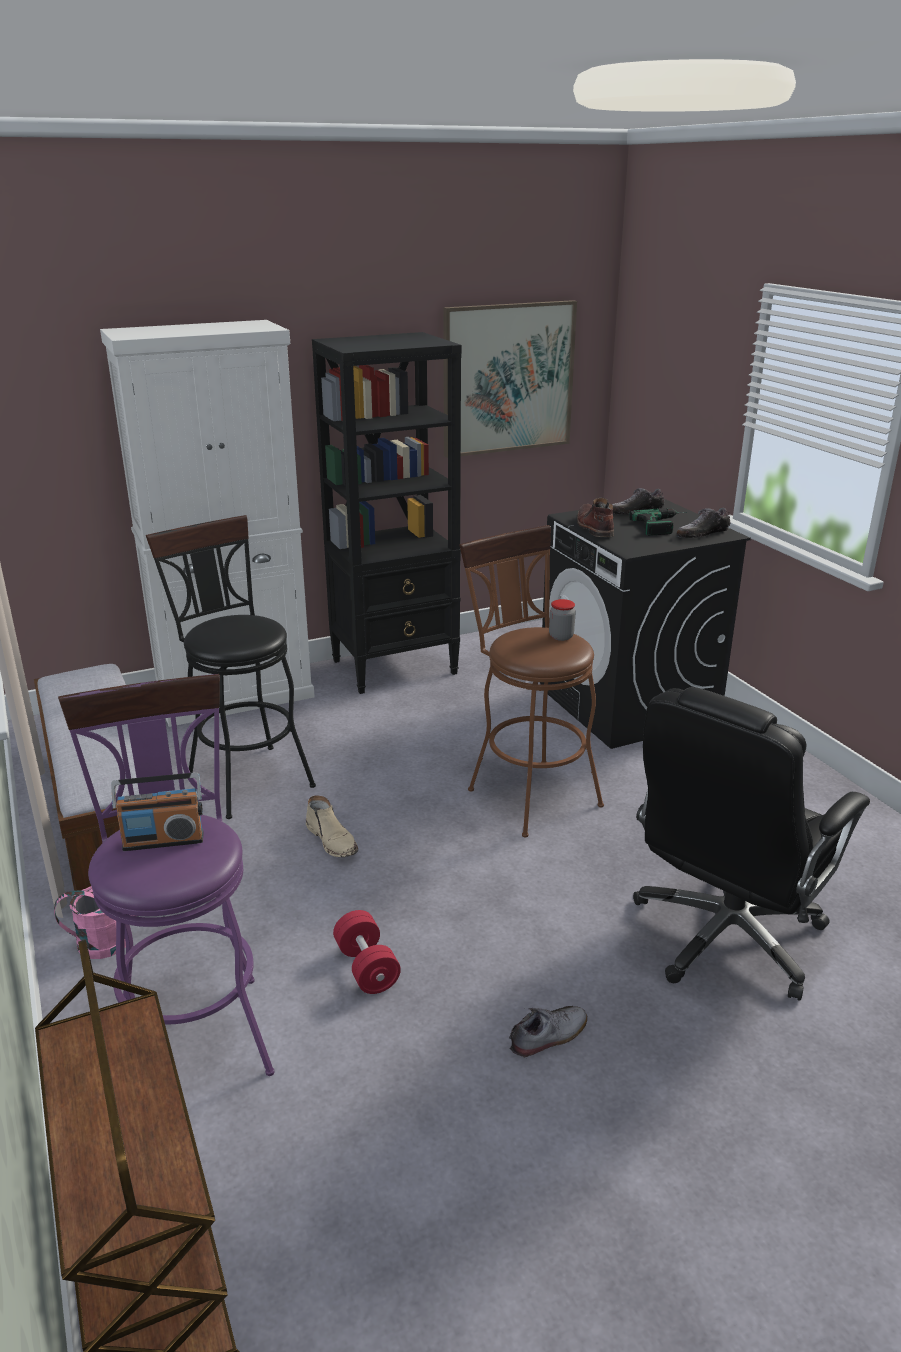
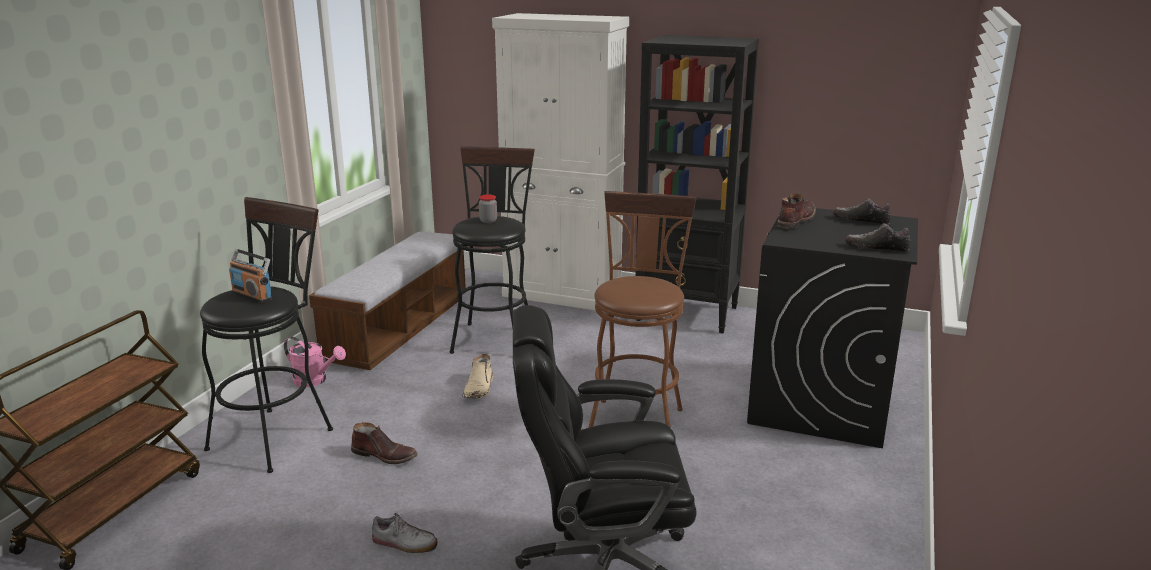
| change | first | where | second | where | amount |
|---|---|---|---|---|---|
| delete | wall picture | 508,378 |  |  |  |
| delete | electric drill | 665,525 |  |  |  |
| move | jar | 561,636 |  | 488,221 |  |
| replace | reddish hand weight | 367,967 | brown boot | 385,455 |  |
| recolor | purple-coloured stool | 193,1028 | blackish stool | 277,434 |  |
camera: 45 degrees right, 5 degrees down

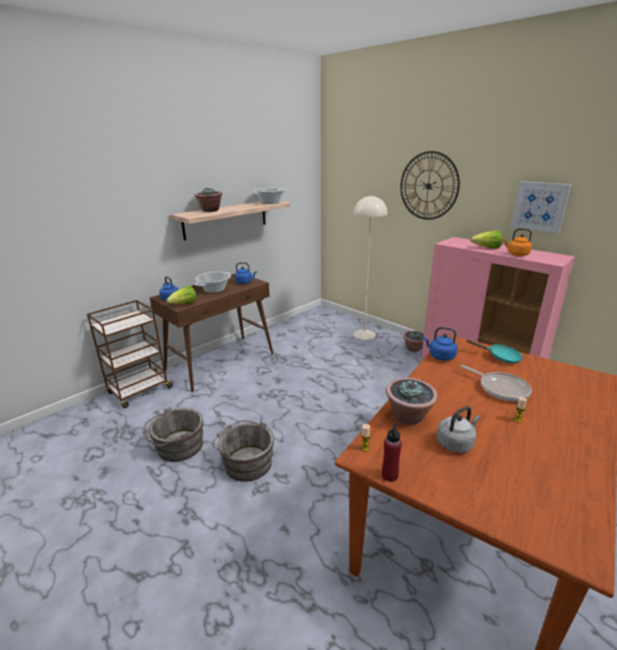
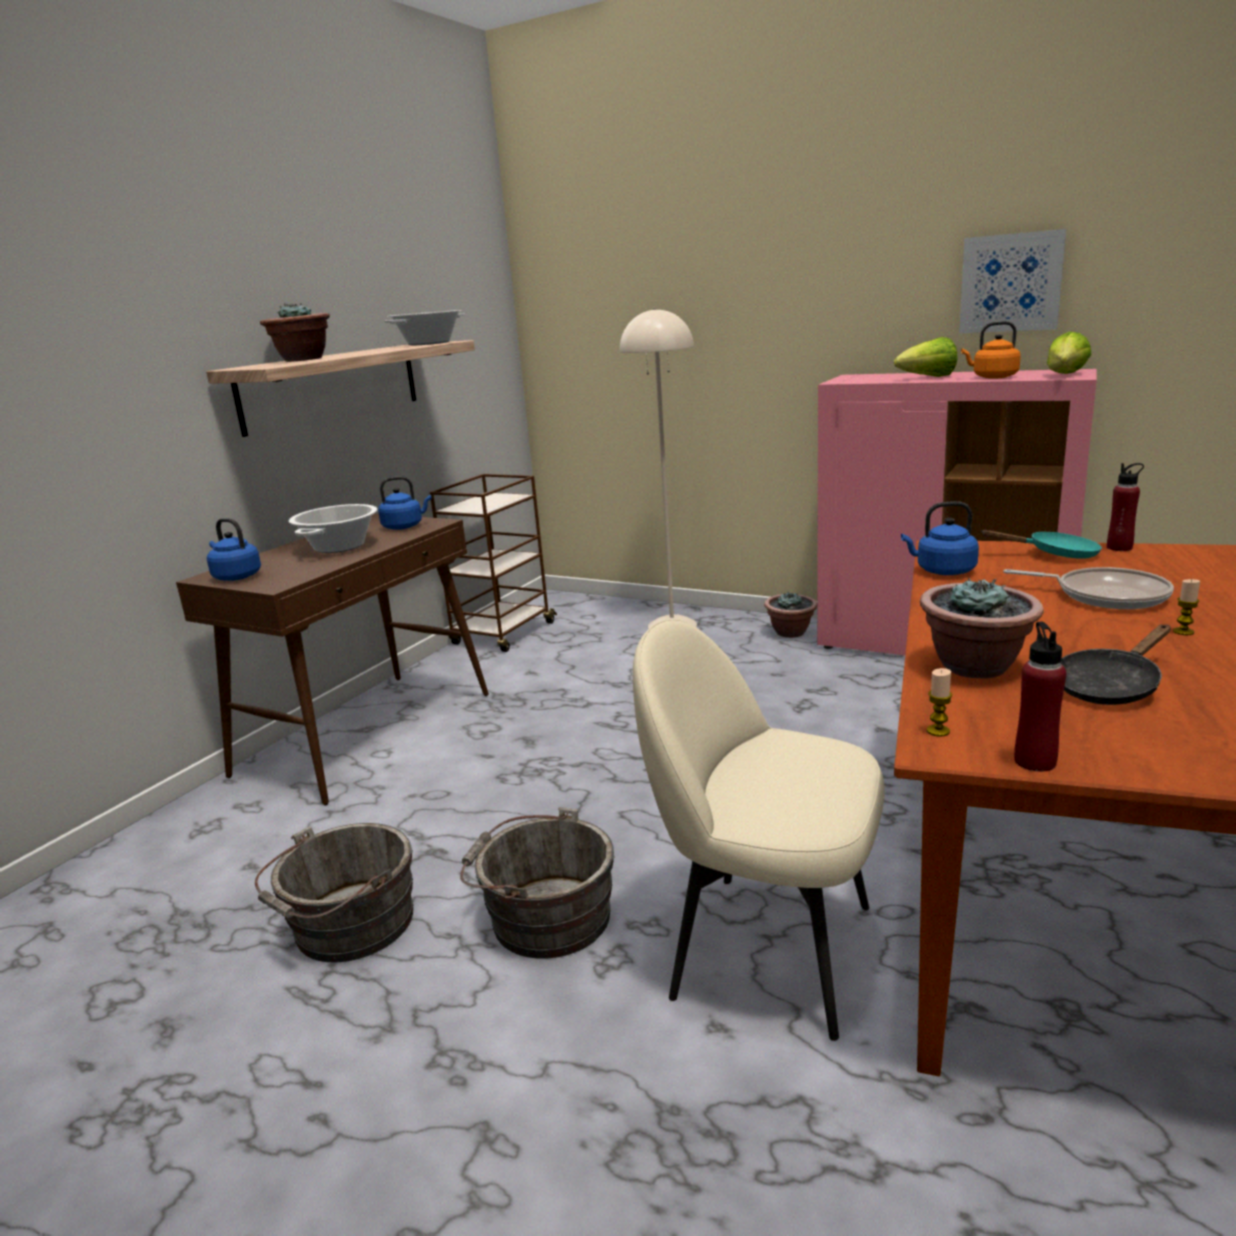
| change | first | where | second | where | amount |
|---|---|---|---|---|---|
| delete | wall clock | 428,186 |  |  |  |
| insert |  |  | sand-coloured plain chair | 766,948 |  |
| insert |  |  | reddish drink bottle | 1119,548 |  |
| move | brown cart | 139,391 |  | 503,634 |  |
| move | lettuce | 184,304 |  | 1065,375 |  |
| replace | grey water kettle | 456,443 | blackish frying pan | 1110,686 |  |
camera: 15 degrees left, 5 degrees down

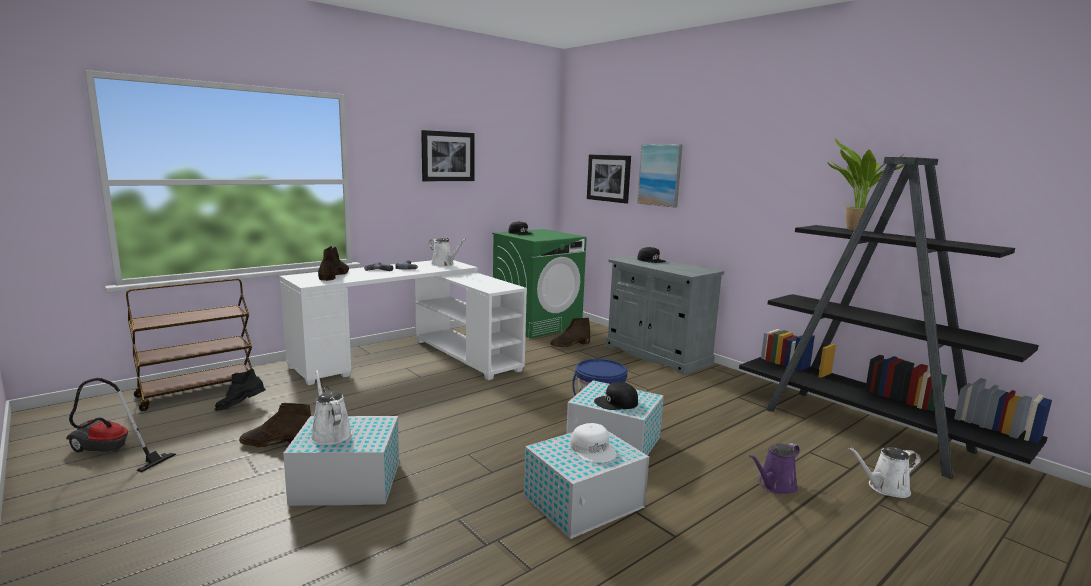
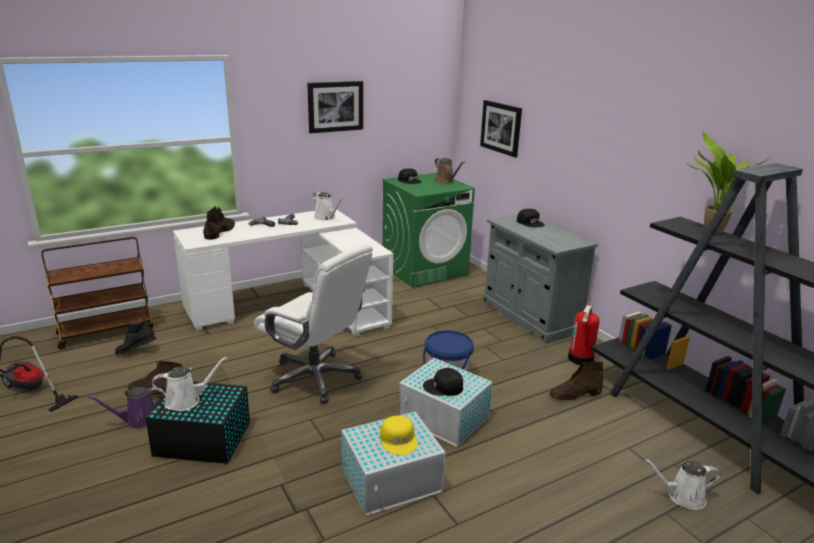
| change | first | where | second | where | amount |
|---|---|---|---|---|---|
| delete | wall picture | 660,175 |  |  |  |
| insert |  |  | whitish office chair | 315,378 |  |
| insert |  |  | brown watering can | 446,181 |  |
| insert |  |  | fire-fighting cylinder | 581,359 |  |
| move | brown boot | 569,344 |  | 574,394 |  |
| move | purple-coloured watering can | 775,485 |  | 138,420 |  |
| recolor | whitish storage container | 345,483 | blackish storage container | 201,438 |  |
| recolor | whitish baseball cap | 593,449 | yellow-coloured baseball cap | 399,439 |  |
| rotate | whitish watering can | 330,433 |  | 186,400 | 90 degrees clockwise |
camera: 10 degrees right, 10 degrees up

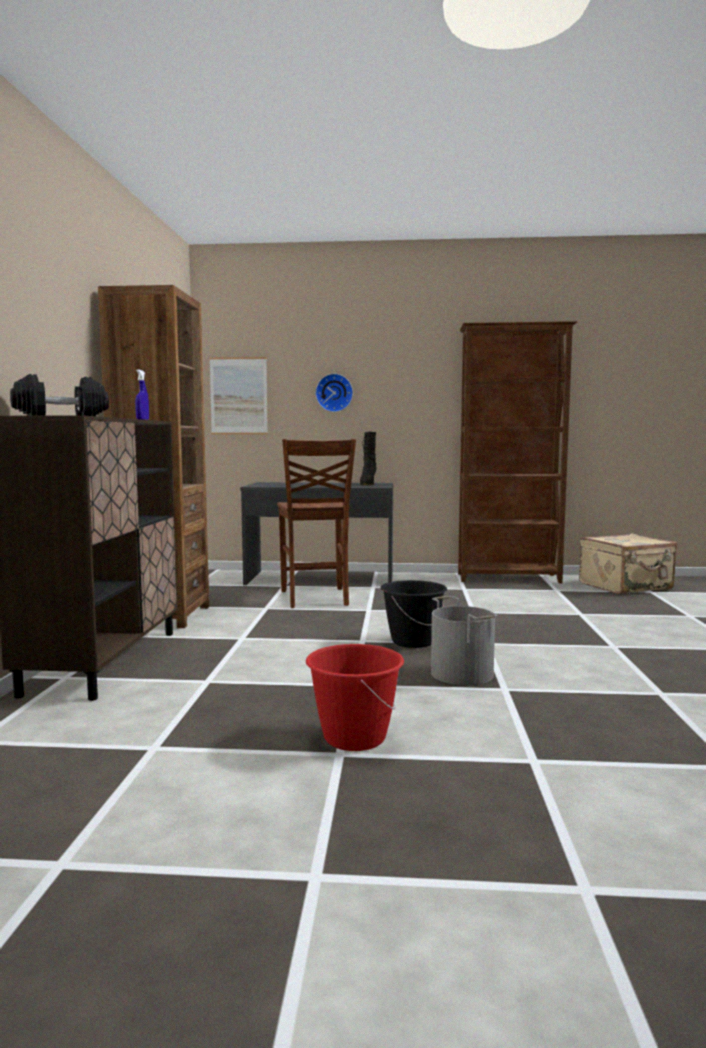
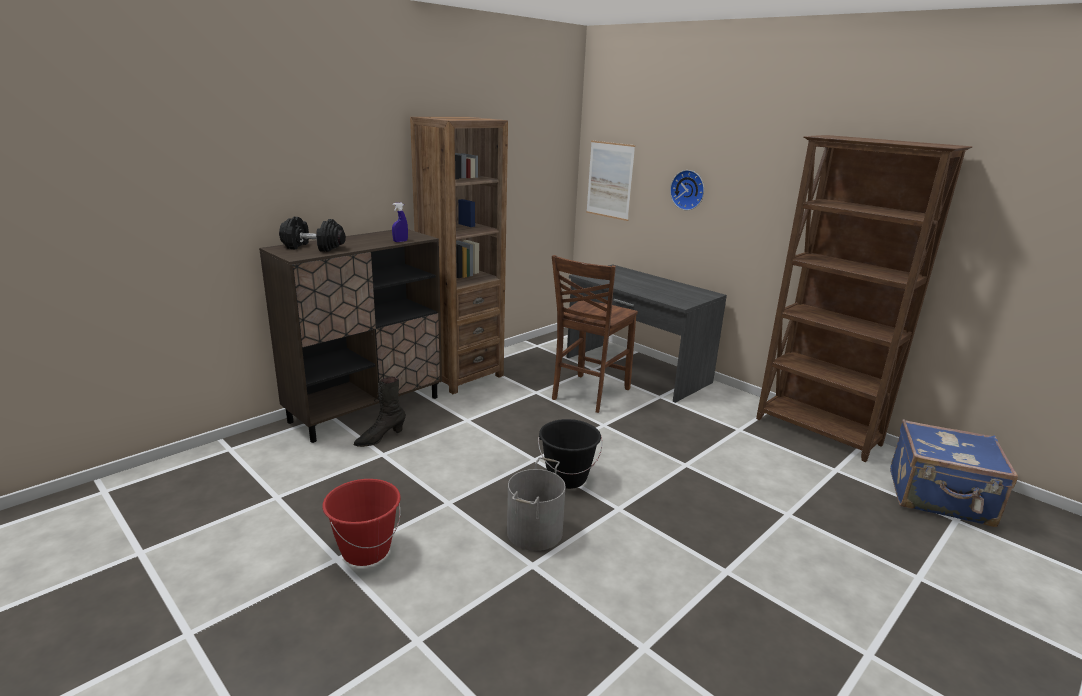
| change | first | where | second | where | amount |
|---|---|---|---|---|---|
| move | blackish boot | 367,484 |  | 380,438 |  |
| recolor | sand-coloured suitcase | 626,586 | blue-coloured suitcase | 940,498 |  |
camera: 40 degrees right, 15 degrees up

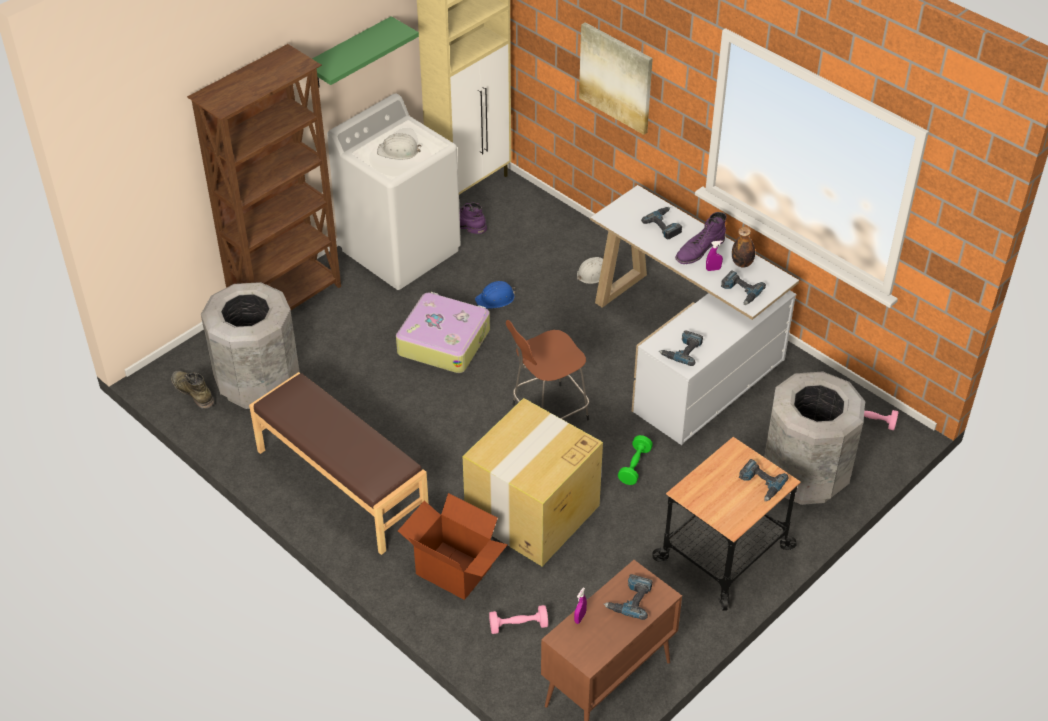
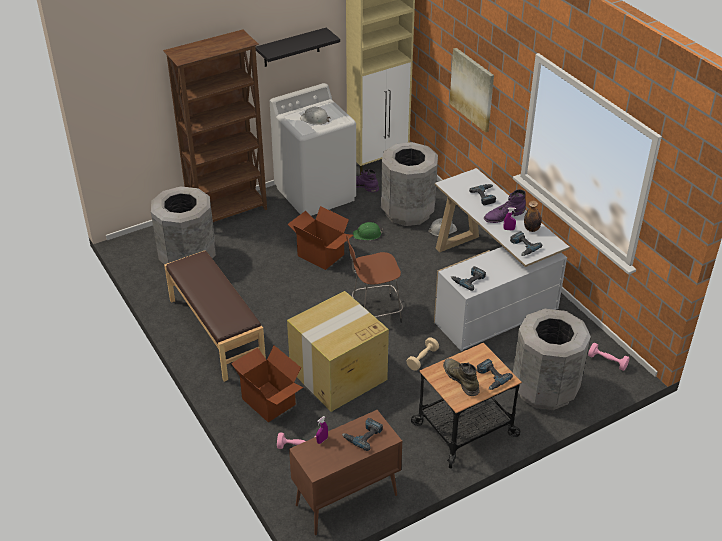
| change | first | where | second | where | amount |
|---|---|---|---|---|---|
| insert |  |  | grey rubbish bin | 408,211 |  |
| move | green boot | 193,392 |  | 461,379 |  |
| replace | suitcase | 443,341 | packing box | 321,255 |  |
| recolor | green bracket shelf | 349,54 | blackish bracket shelf | 291,47 |  |
| recolor | blue-coloured hard hat | 495,299 | green hard hat | 367,234 |  |
| recolor | green hand weight | 634,466 | sand-coloured hand weight | 422,359 |  |
camera: 15 degrees right, 5 degrees down

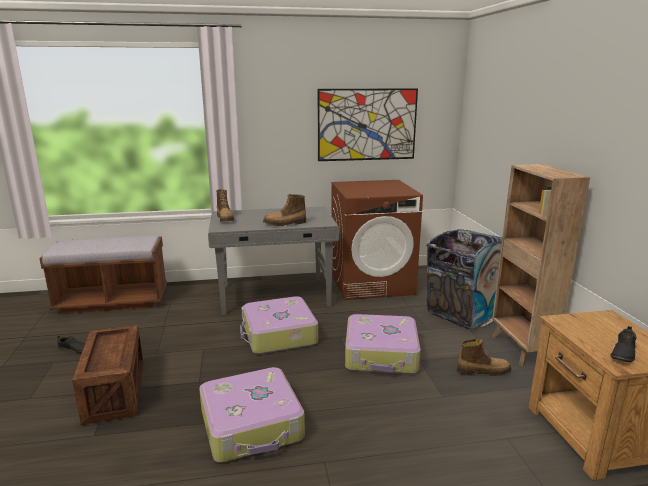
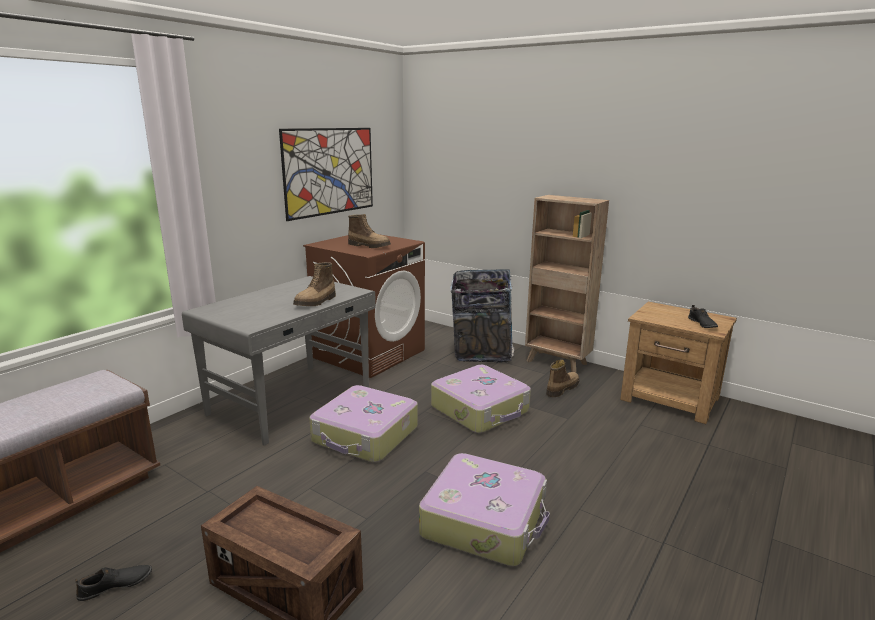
| change | first | where | second | where | amount |
|---|---|---|---|---|---|
| move | boot | 225,219 |  | 369,246 |  |
camera: 45 degrees left, 0 degrees up

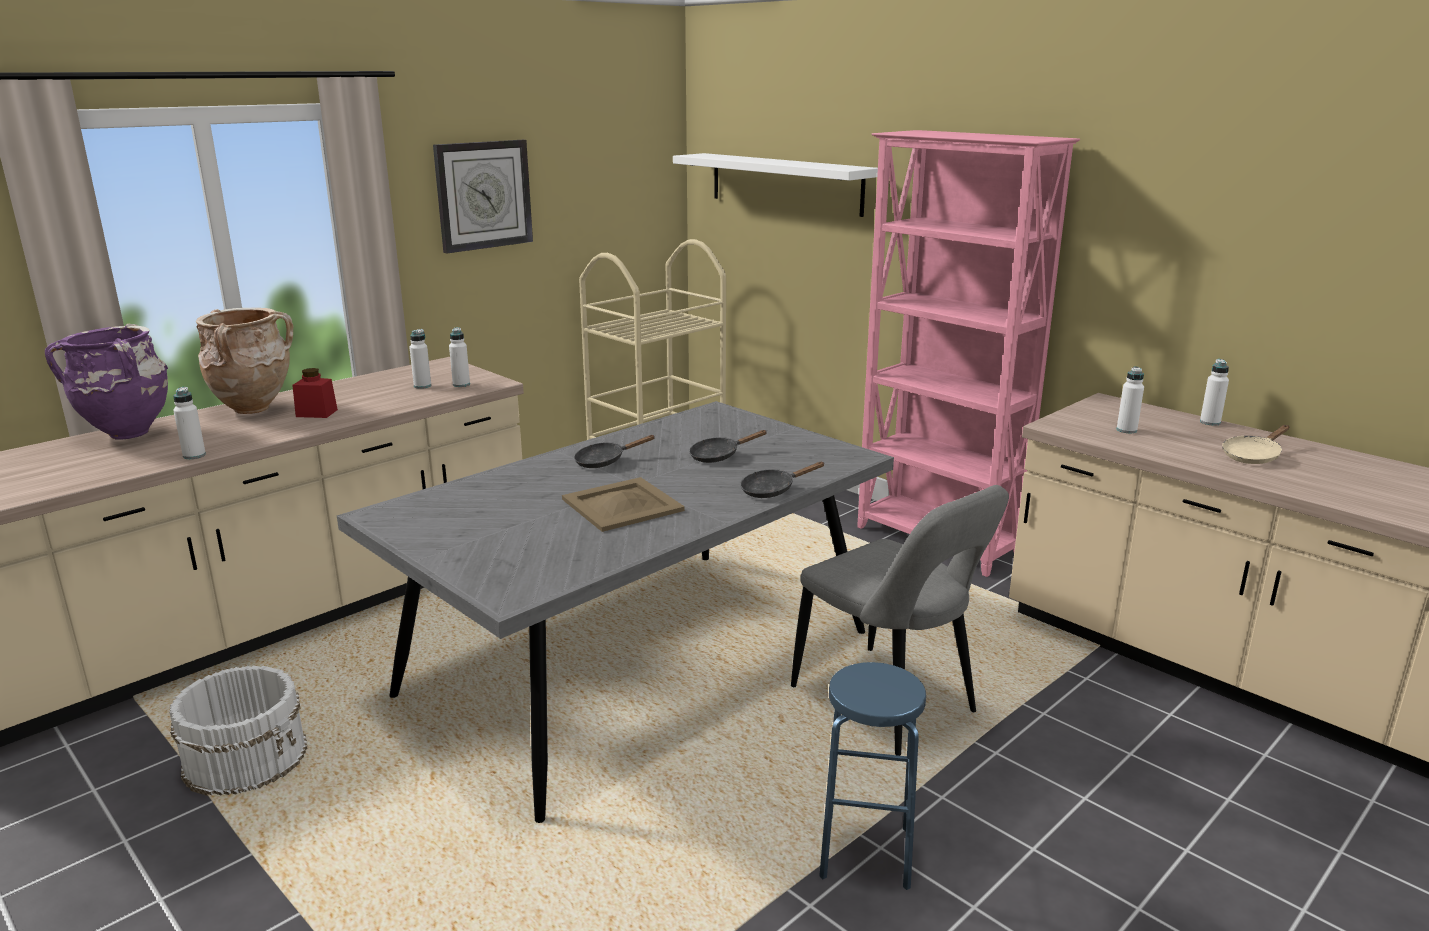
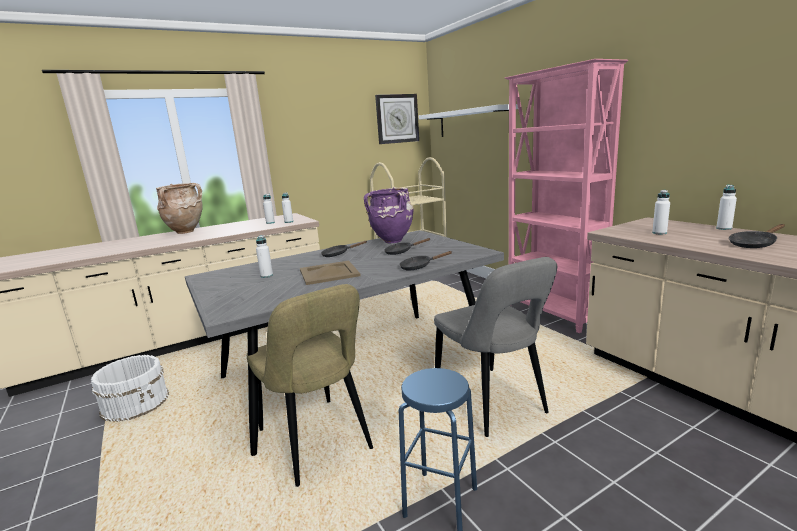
| change | first | where | second | where | amount |
|---|---|---|---|---|---|
| delete | reddish jar | 316,413 |  |  |  |
| insert |  |  | sand-coloured plain chair | 317,443 |  |
| move | purple-coloured decorative vase | 128,435 |  | 393,242 |  |
| move | whitish drink bottle | 194,455 |  | 266,276 |  |
| move | wall clock | 483,195 |  | 397,119 |  |
| recolor | sand-coloured frying pan | 1253,456 | blackish frying pan | 754,244 |  |
camera: 15 degrees right, 5 degrees down

